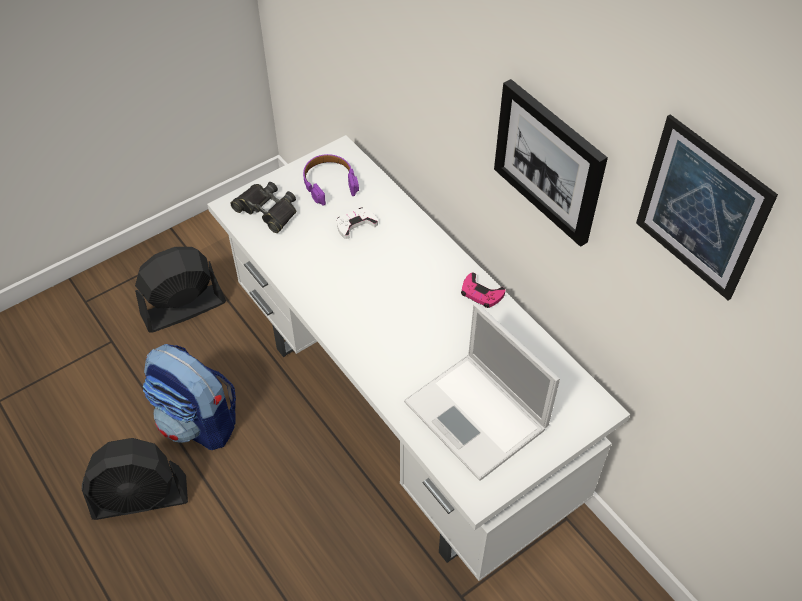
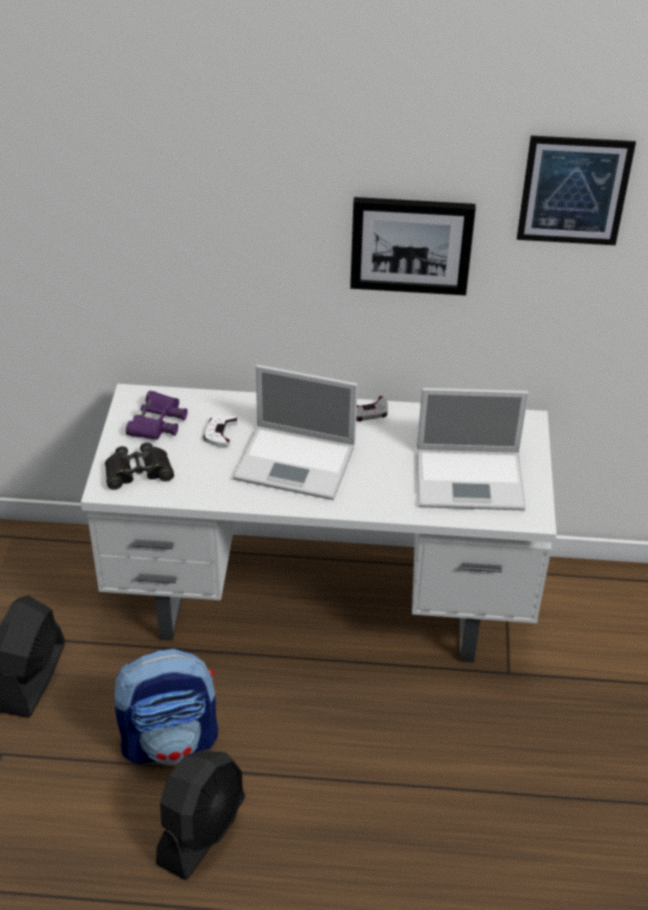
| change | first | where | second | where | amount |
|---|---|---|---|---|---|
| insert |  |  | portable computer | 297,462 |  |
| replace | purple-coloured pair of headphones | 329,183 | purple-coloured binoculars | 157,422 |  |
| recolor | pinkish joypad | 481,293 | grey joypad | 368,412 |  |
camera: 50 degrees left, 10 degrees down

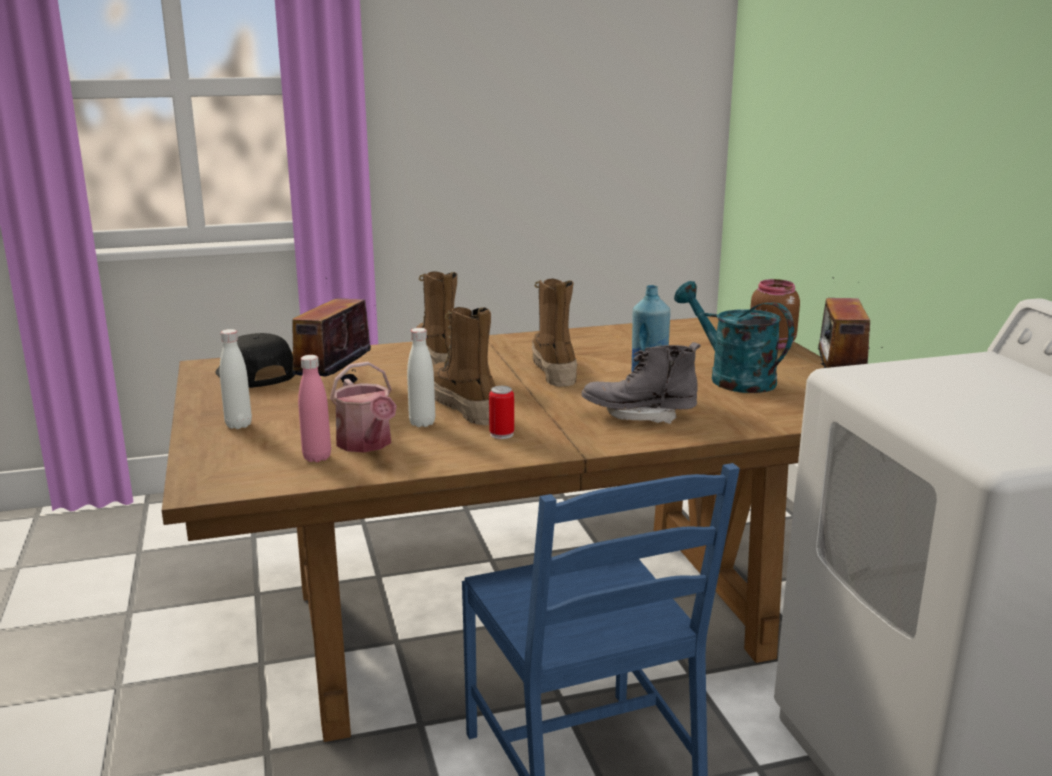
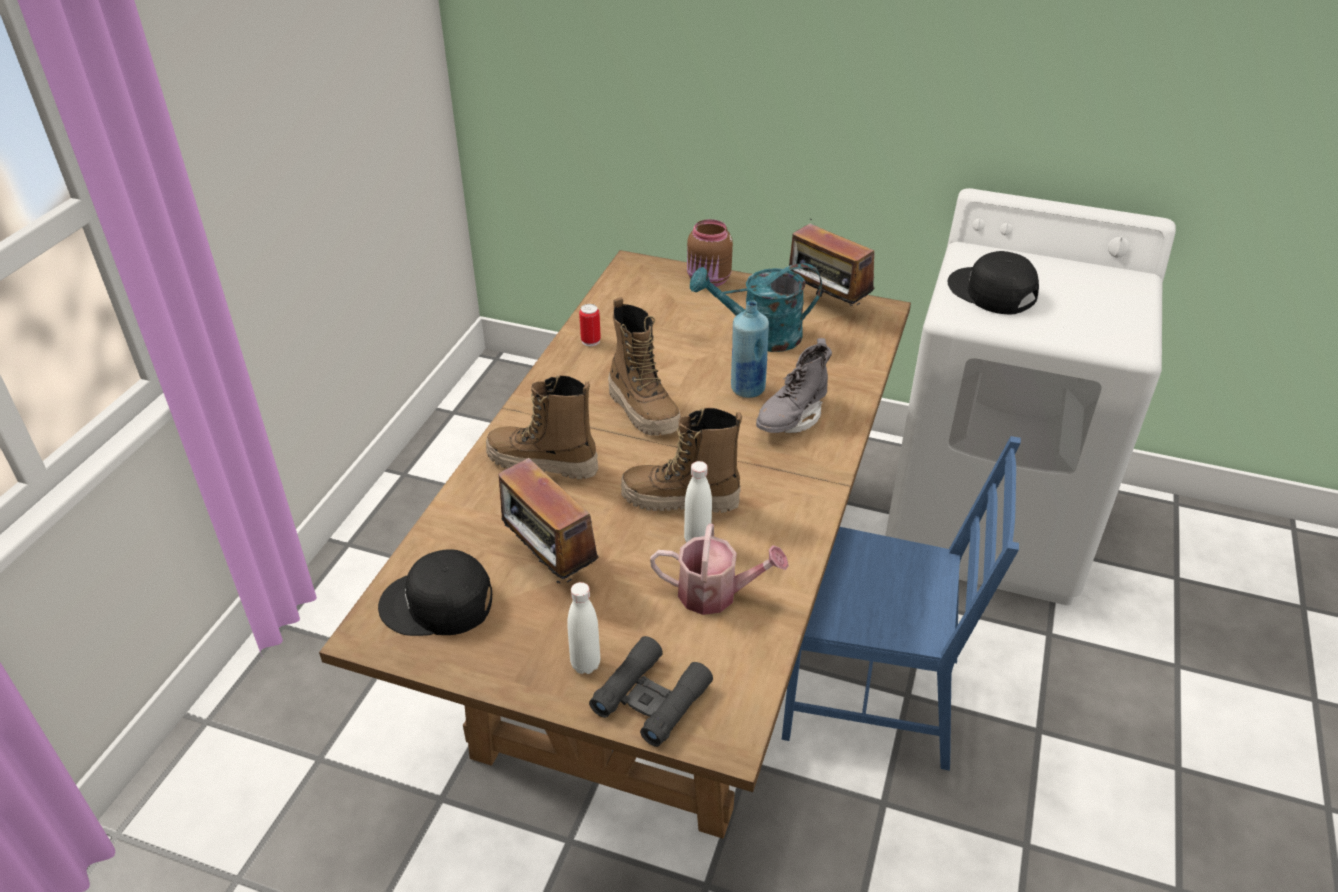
| change | first | where | second | where | amount |
|---|---|---|---|---|---|
| delete | pinkish drink bottle | 317,457 |  |  |  |
| insert |  |  | blackish binoculars | 651,698 |  |
| insert |  |  | blackish baseball cap | 991,292 |  |
| move | can | 501,434 |  | 590,341 |  |
| rotate | boot | 553,369 |  | 644,411 | 150 degrees counterclockwise |
camera: 55 degrees left, 20 degrees up

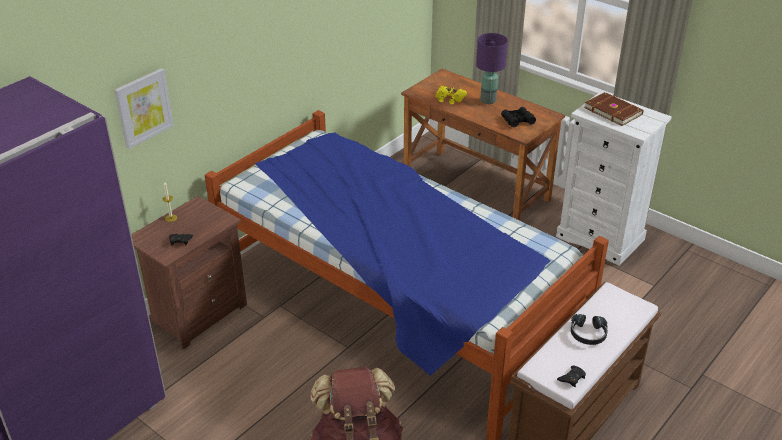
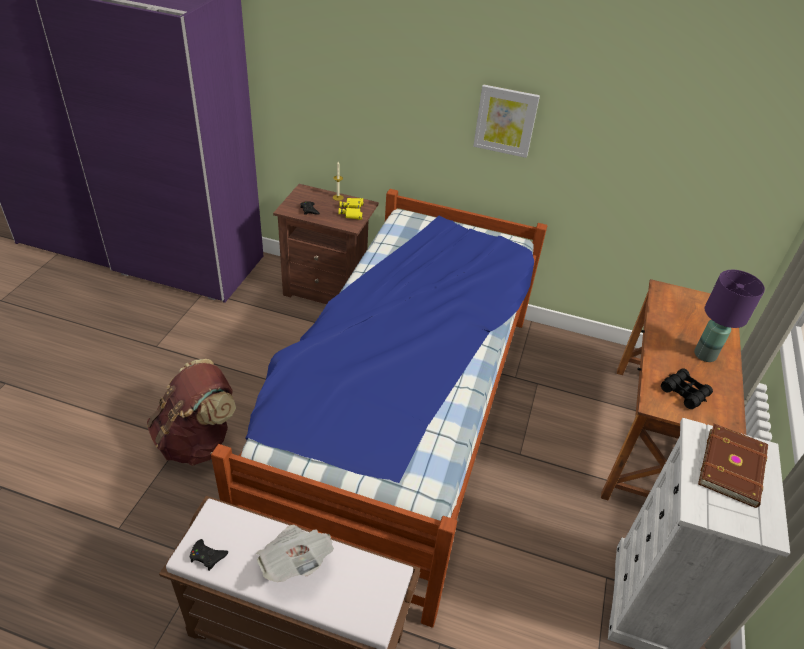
| change | first | where | second | where | amount |
|---|---|---|---|---|---|
| move | wall picture | 143,107 |  | 505,120 |  |
| move | yellow-coloured binoculars | 450,98 |  | 352,211 |  |
| replace | blackish pair of headphones | 588,334 | printed paper | 295,561 |  |
camera: 65 degrees right, 5 degrees up

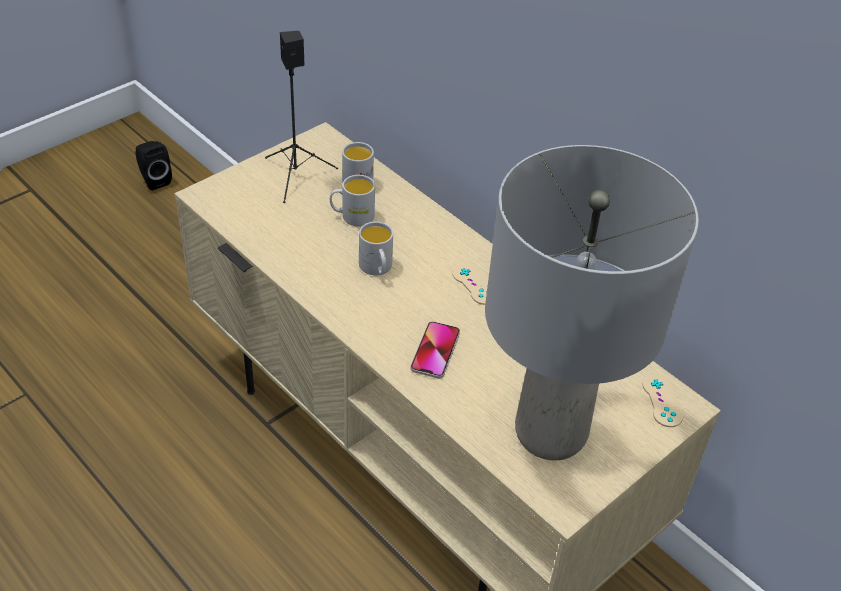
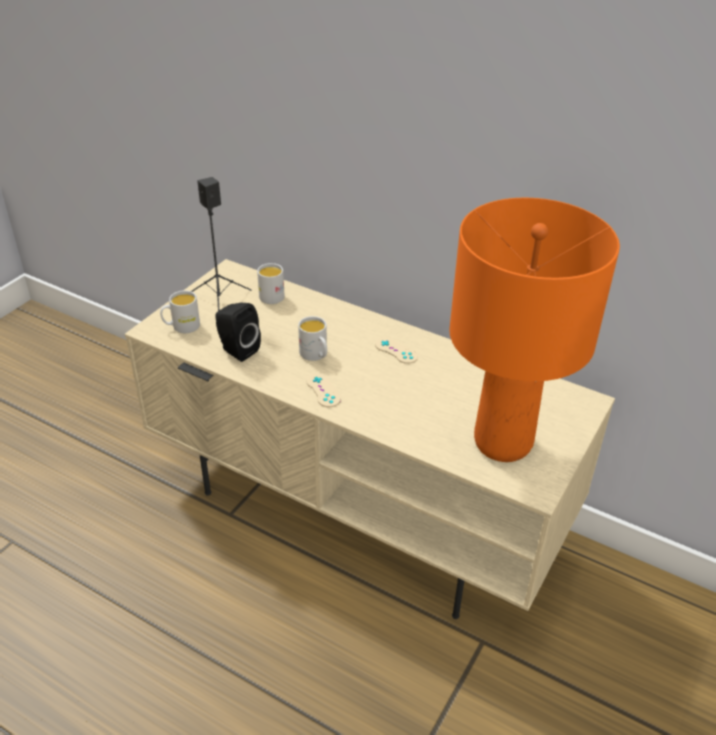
| change | first | where | second | where | amount |
|---|---|---|---|---|---|
| delete | phone | 435,351 |  |  |  |
| move | blackish loudspeaker | 154,180 |  | 237,350 |  |
| move | whitish mug | 352,216 |  | 181,327 |  |
| move | sand-coloured joypad | 662,401 |  | 323,390 |  |
| recolor | grey lamp for a table | 551,434 | orange lamp for a table | 504,443 |  |
camera: 15 degrees left, 5 degrees down

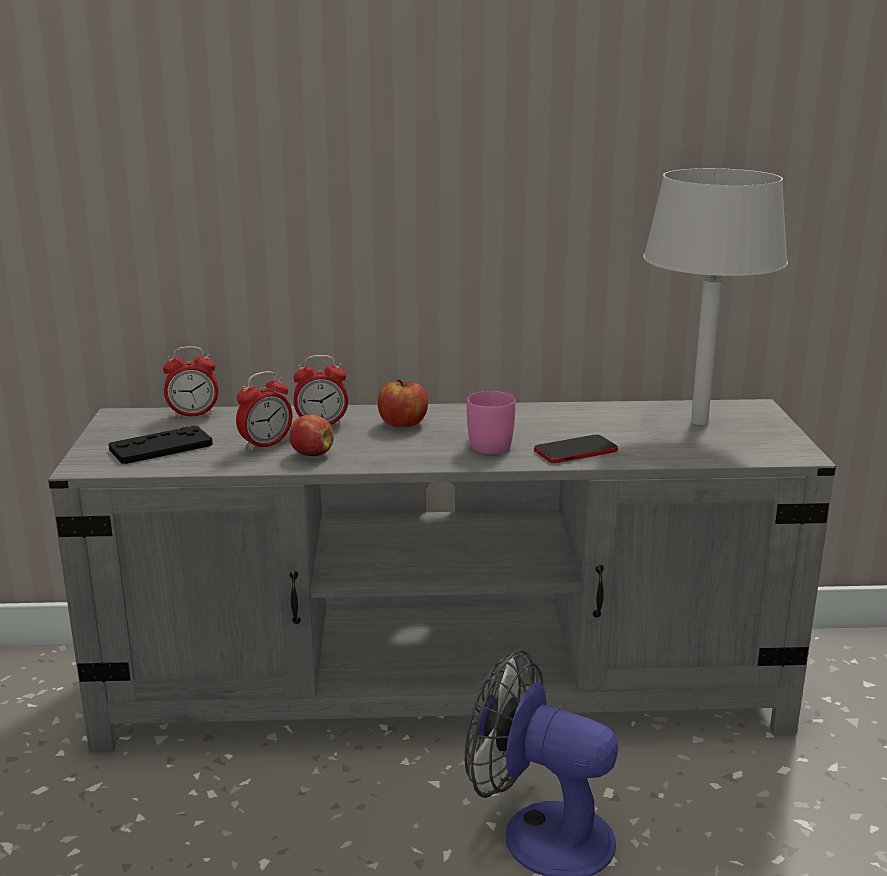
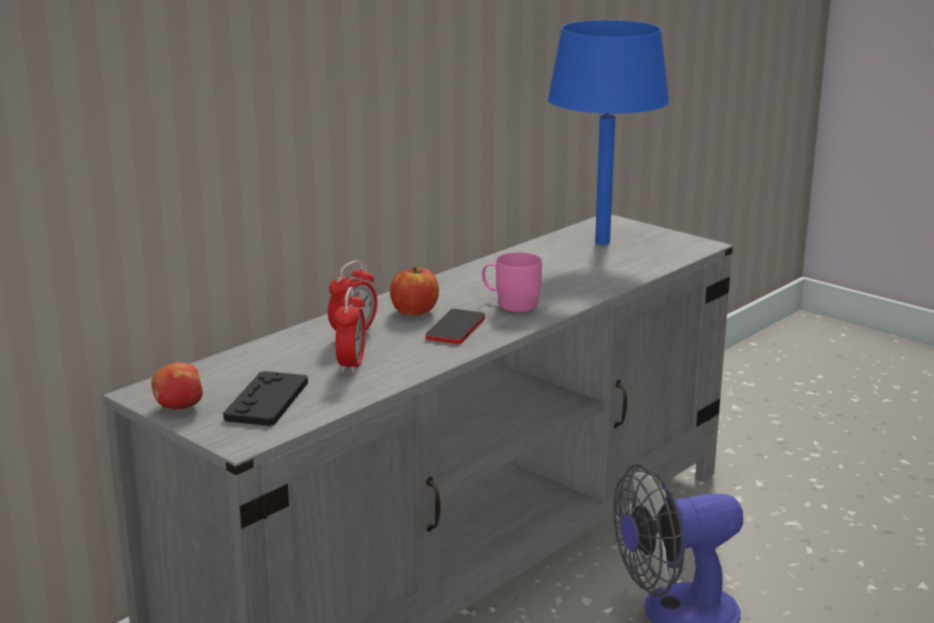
| change | first | where | second | where | amount |
|---|---|---|---|---|---|
| delete | alarm clock | 193,414 |  |  |  |
| move | apple fruit | 311,454 |  | 178,407 |  |
| move | phone | 575,451 |  | 455,328 |  |
| recolor | grey lamp for a table | 699,422 | blue-coloured lamp for a table | 602,242 |  |
camera: 45 degrees left, 0 degrees up

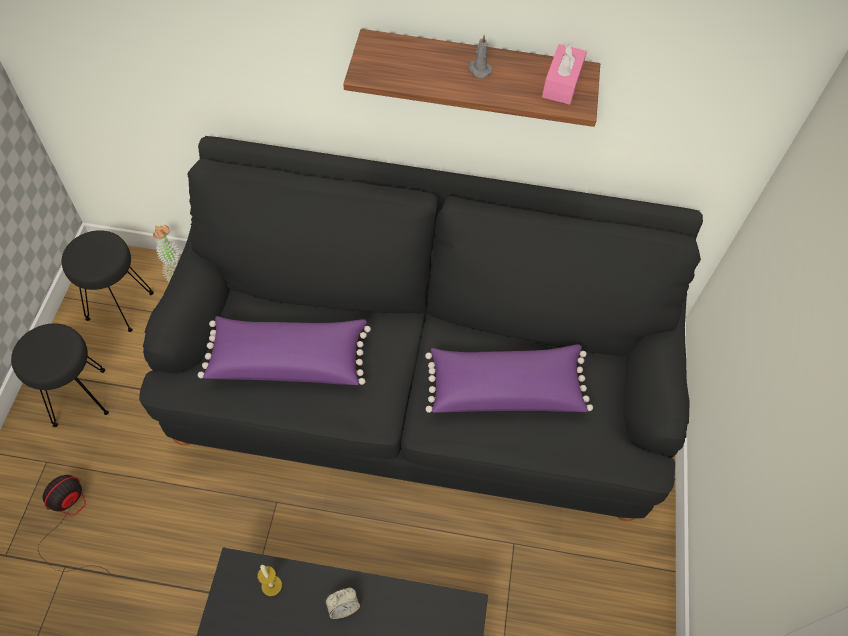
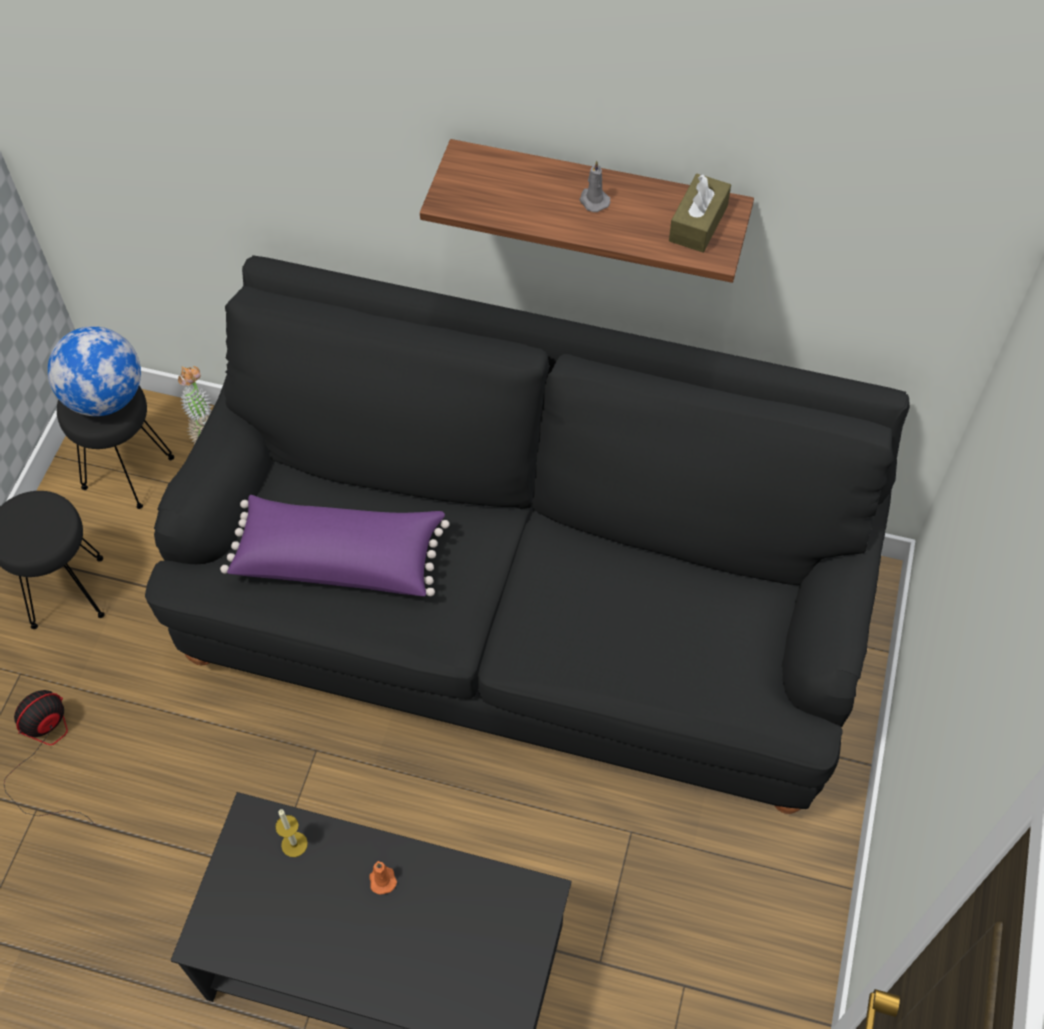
| change | first | where | second | where | amount |
|---|---|---|---|---|---|
| delete | purple-coloured cushion | 505,388 |  |  |  |
| insert |  |  | desk globe | 106,398 |  |
| replace | alarm clock | 343,607 | orange candle | 382,878 |  |
| recolor | pinkish box of tissues | 562,83 | brown box of tissues | 698,223 |  |
camera: 10 degrees right, 0 degrees up

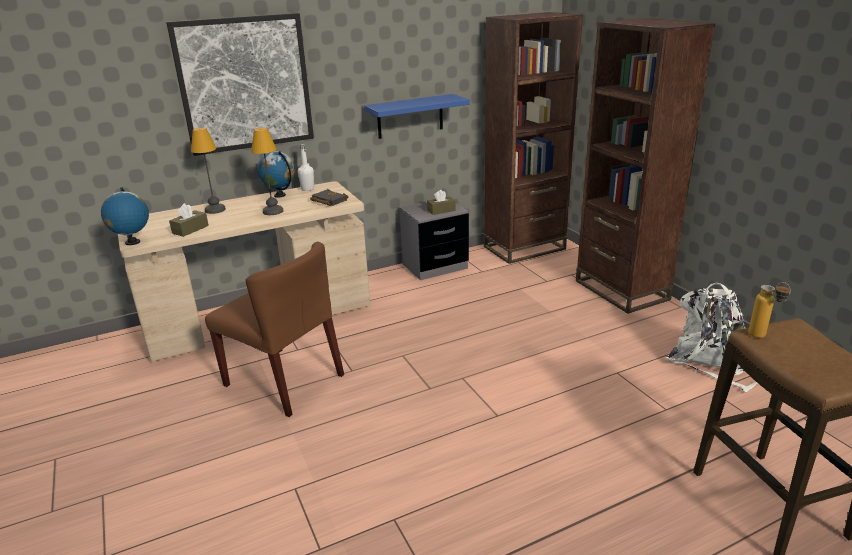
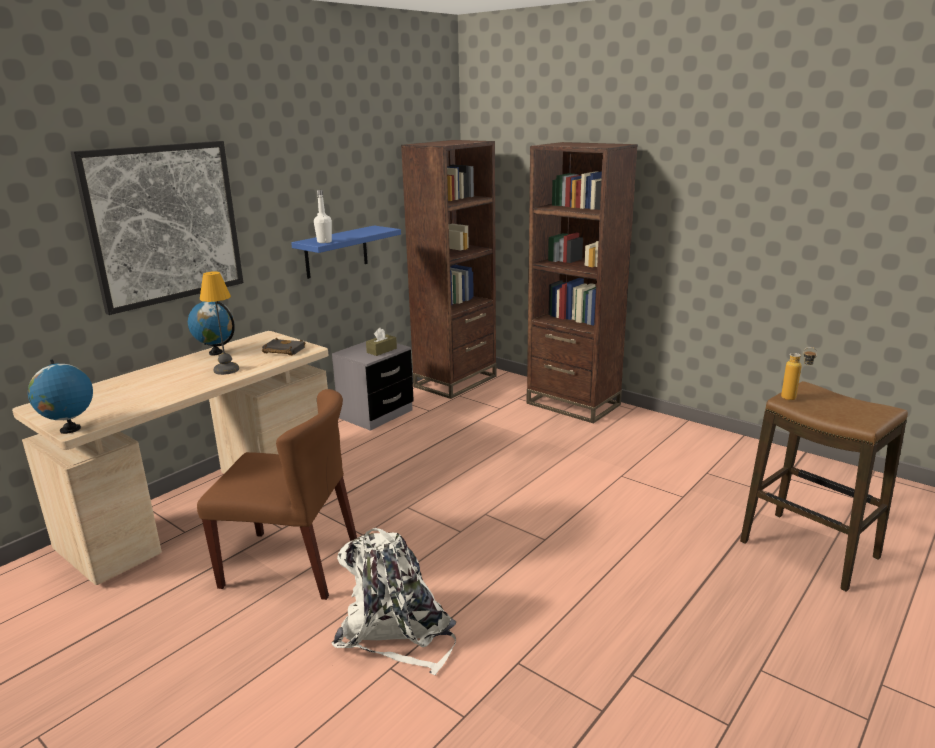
| change | first | where | second | where | amount |
|---|---|---|---|---|---|
| delete | brown box of tissues | 190,229 |  |  |  |
| delete | lamp for a table | 214,210 |  |  |  |
| move | whitish drink bottle | 307,189 |  | 324,242 |  |
| move | whitish rucksack | 713,362 |  | 396,632 |  |
camera: 25 degrees left, 5 degrees down

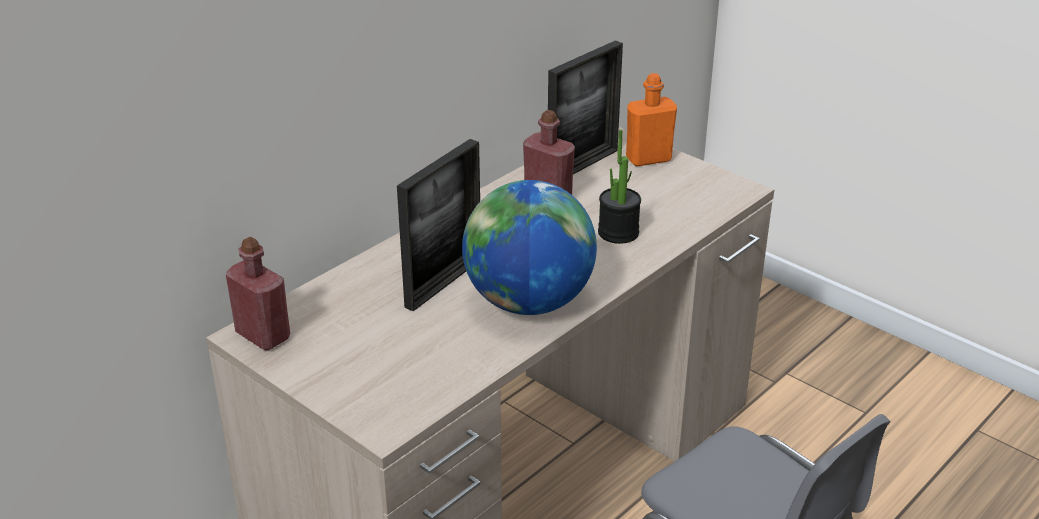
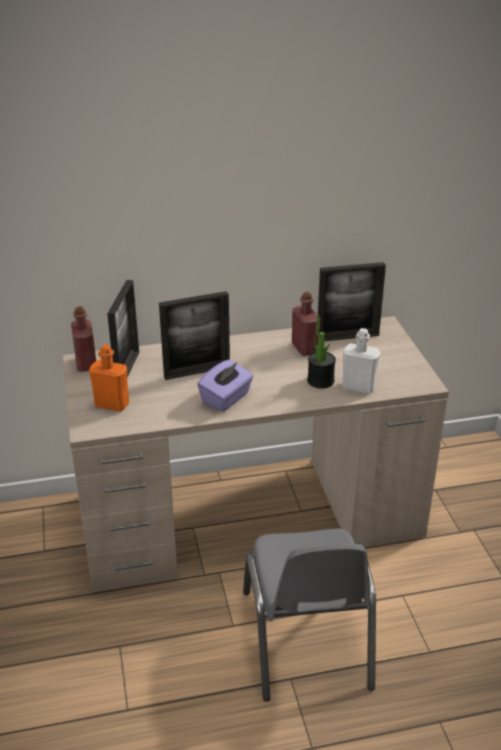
| change | first | where | second | where | amount |
|---|---|---|---|---|---|
| insert |  |  | photo frame | 127,369 |  |
| insert |  |  | whitish drink bottle | 358,387 |  |
| move | orange drink bottle | 648,159 |  | 112,405 |  |
| replace | desk globe | 528,302 | purple-coloured box of tissues | 226,398 |  |
camera: 35 degrees right, 0 degrees up

